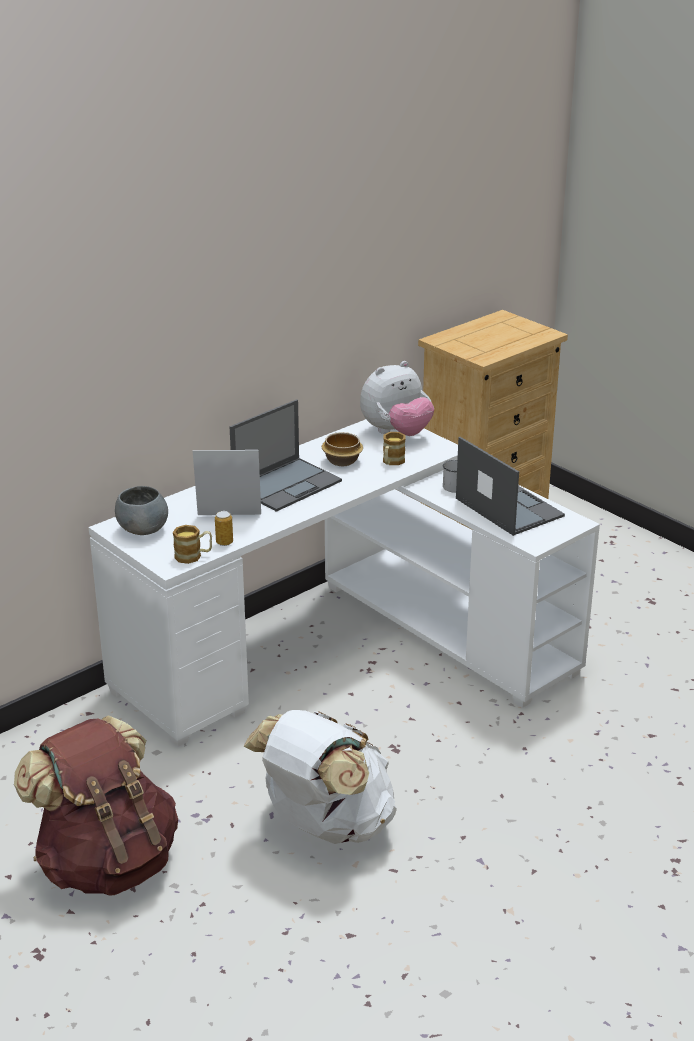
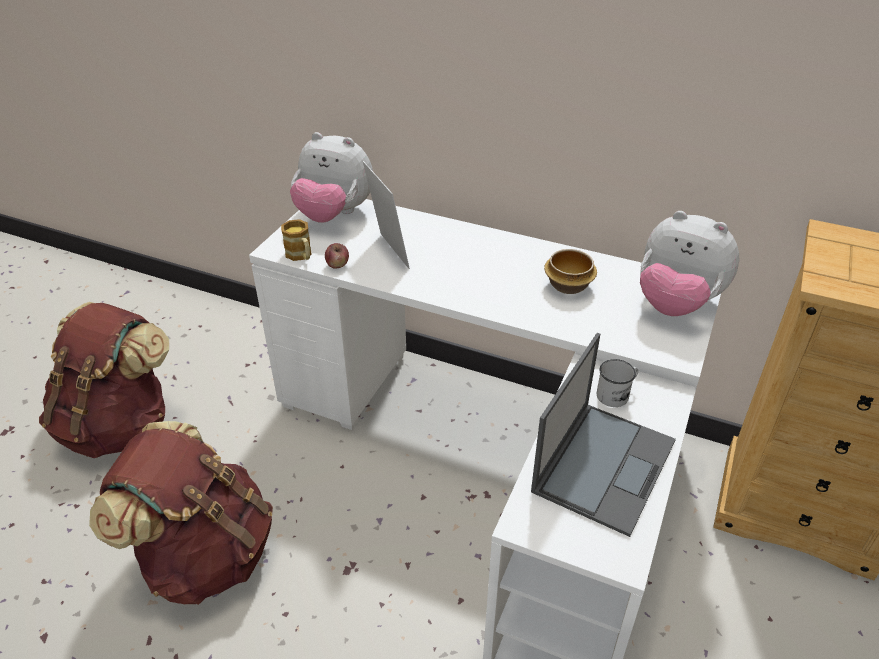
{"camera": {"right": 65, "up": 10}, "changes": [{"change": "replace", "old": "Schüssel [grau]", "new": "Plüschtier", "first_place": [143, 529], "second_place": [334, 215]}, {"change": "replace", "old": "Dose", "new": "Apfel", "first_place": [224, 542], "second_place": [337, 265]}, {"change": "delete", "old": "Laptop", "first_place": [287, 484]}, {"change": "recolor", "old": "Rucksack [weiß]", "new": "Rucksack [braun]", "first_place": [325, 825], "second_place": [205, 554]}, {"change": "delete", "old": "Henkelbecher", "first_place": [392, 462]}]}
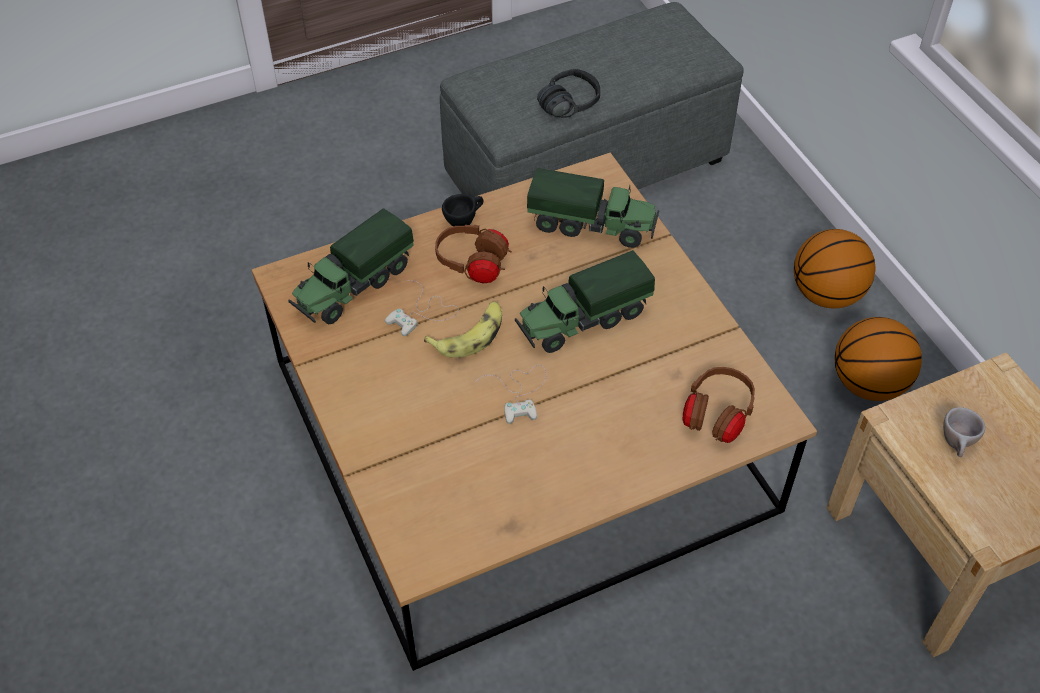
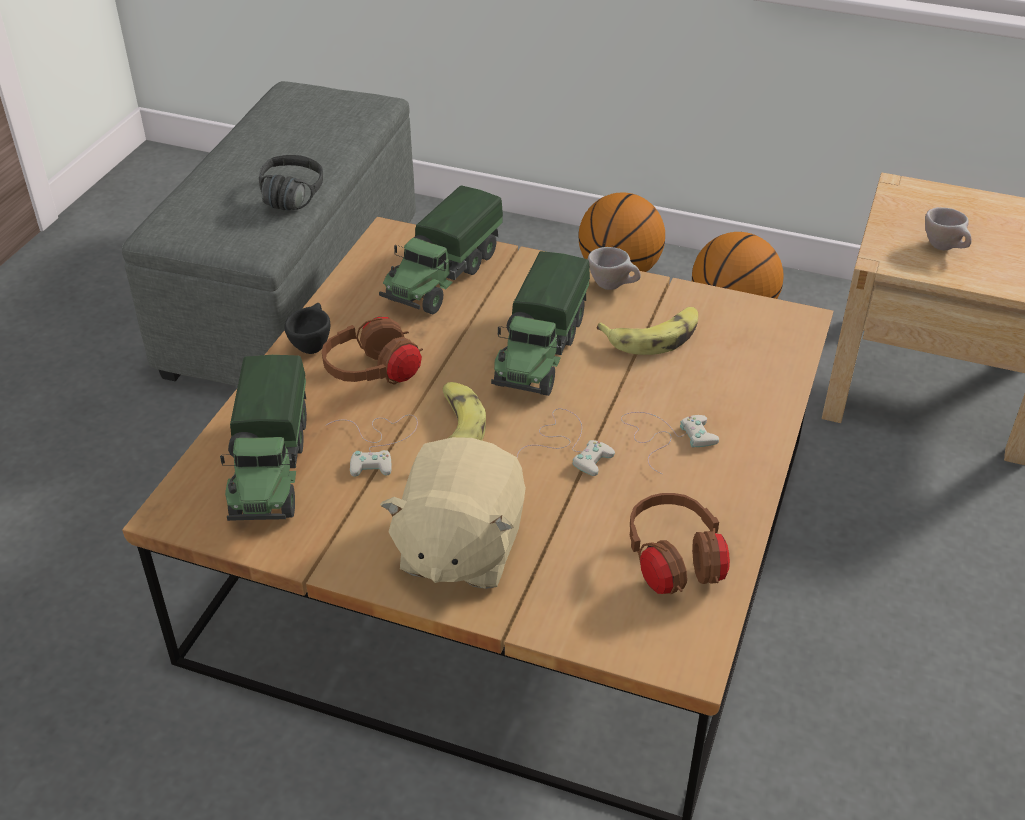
{"camera": {"right": -45, "up": -10}, "changes": [{"change": "rotate", "old": "Spielzeuglaster", "first_place": [592, 225], "second_place": [442, 278], "degrees": 150}, {"change": "move", "old": "Kopfhörer [braun]", "first_place": [717, 416], "second_place": [674, 563]}, {"change": "insert", "new": "Plüschtier [beige]", "second_place": [459, 548]}, {"change": "insert", "new": "Tasse [beige]", "second_place": [613, 286]}, {"change": "insert", "new": "Banane", "second_place": [653, 337]}, {"change": "insert", "new": "Gamepad [weiß]", "second_place": [665, 437]}]}
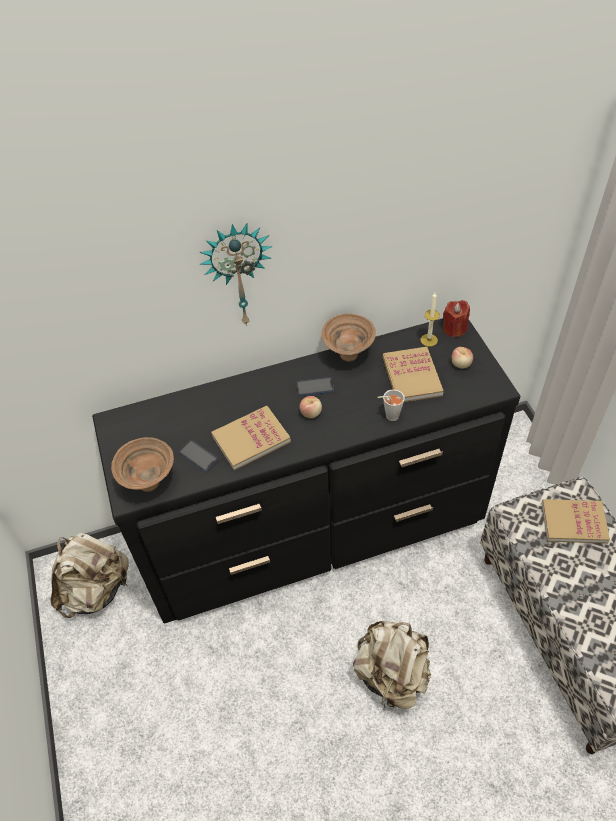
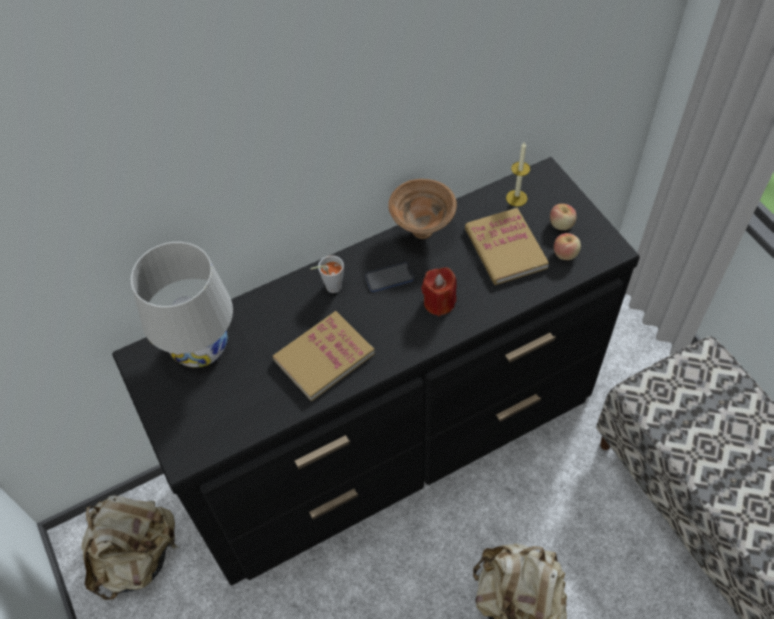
{"camera": {"right": -10, "up": 5}, "changes": [{"change": "delete", "old": "Schüssel [braun]", "first_place": [150, 482]}, {"change": "delete", "old": "Handy", "first_place": [198, 456]}, {"change": "delete", "old": "Wanduhr", "first_place": [238, 274]}, {"change": "move", "old": "Apfel", "first_place": [311, 413], "second_place": [565, 254]}, {"change": "move", "old": "Tasse [grau]", "first_place": [389, 416], "second_place": [330, 287]}, {"change": "move", "old": "Kerze [rot]", "first_place": [454, 329], "second_place": [439, 302]}, {"change": "delete", "old": "Buch", "first_place": [574, 522]}, {"change": "insert", "new": "Tischlampe [weiß]", "second_place": [200, 348]}]}
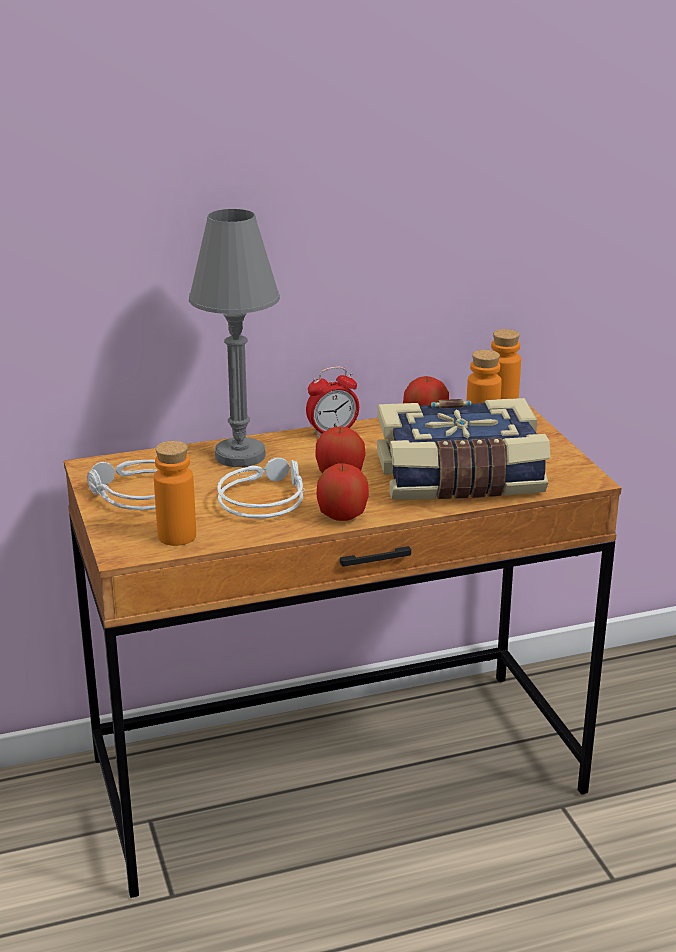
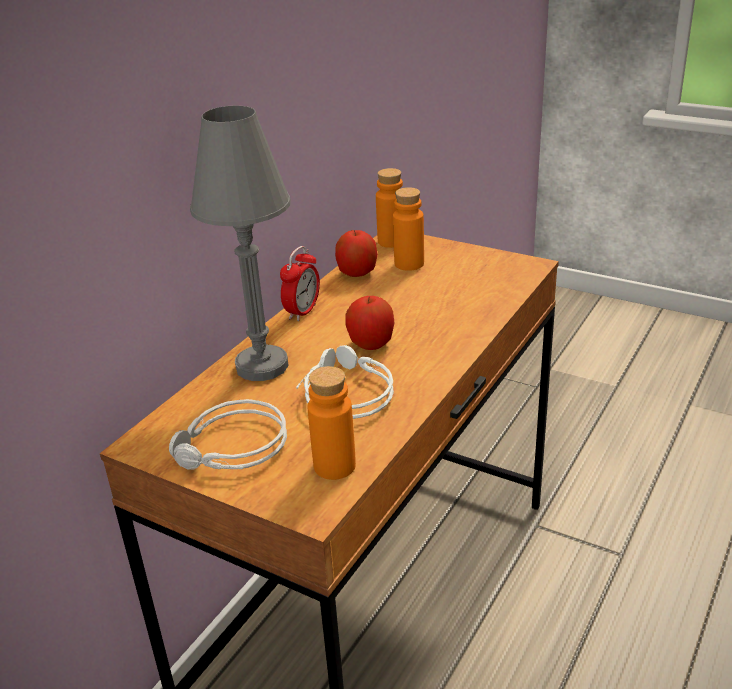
{"camera": {"right": -40, "up": 5}, "changes": [{"change": "delete", "old": "Apfel", "first_place": [342, 516]}, {"change": "delete", "old": "Buch", "first_place": [460, 478]}]}
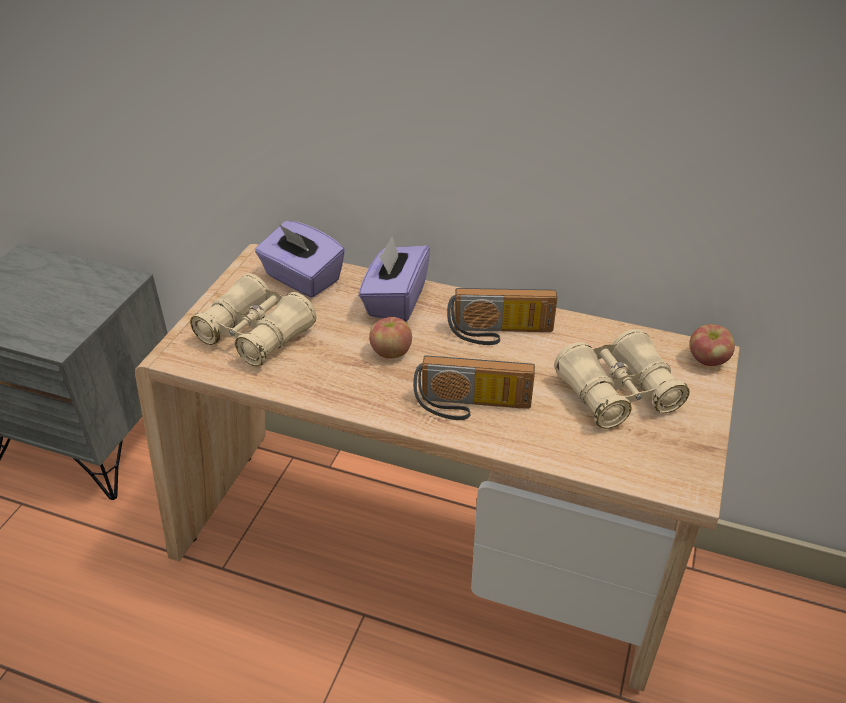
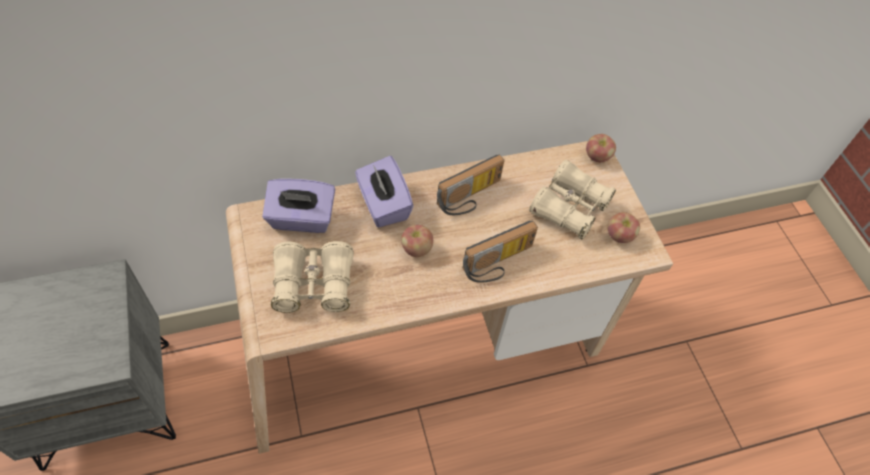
{"camera": {"right": -40, "up": 15}, "changes": [{"change": "insert", "new": "Apfel", "second_place": [619, 236]}]}
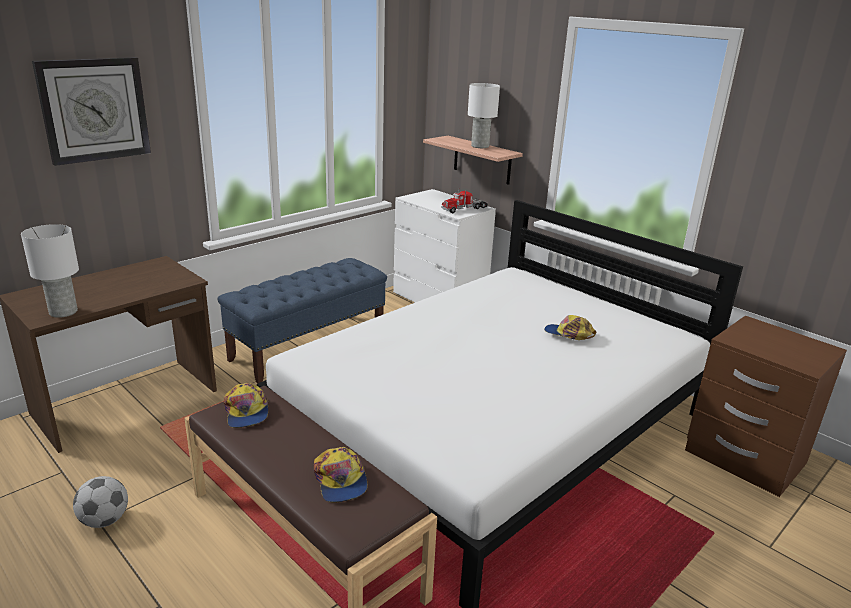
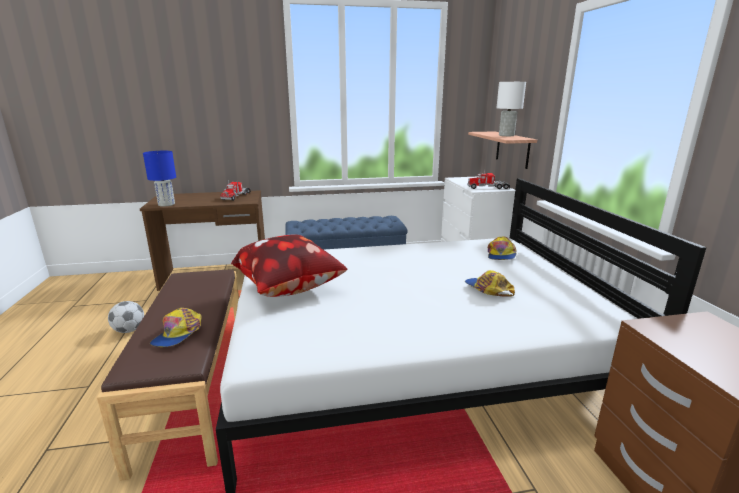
{"camera": {"right": 35, "up": -5}, "changes": [{"change": "recolor", "old": "Tischlampe [weiß]", "new": "Tischlampe [blau]", "first_place": [63, 311], "second_place": [167, 204]}, {"change": "delete", "old": "Wanduhr", "first_place": [94, 110]}, {"change": "move", "old": "Kappe", "first_place": [246, 412], "second_place": [501, 255]}, {"change": "insert", "new": "Spielzeuglaster", "second_place": [236, 196]}, {"change": "insert", "new": "Kissen", "second_place": [290, 290]}]}
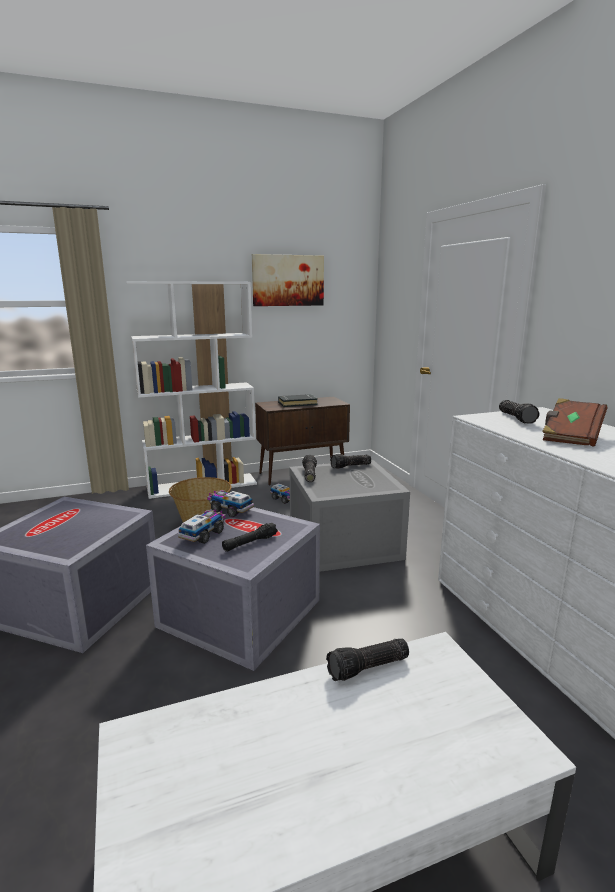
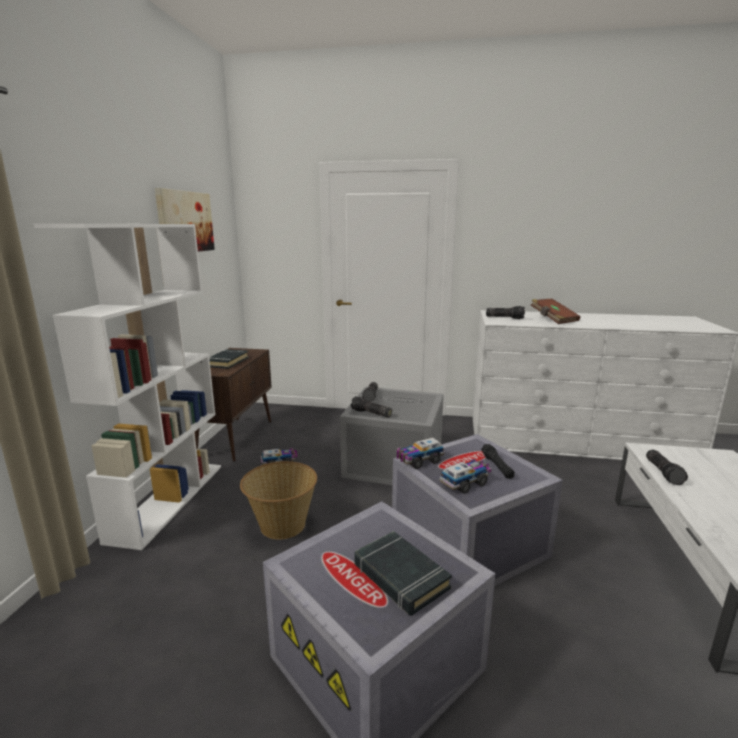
{"camera": {"right": -60, "up": 0}, "changes": [{"change": "rotate", "old": "Spielzeuglaster", "first_place": [203, 534], "second_place": [465, 483], "degrees": 90}, {"change": "insert", "new": "Buch [schwarz]", "second_place": [400, 576]}]}
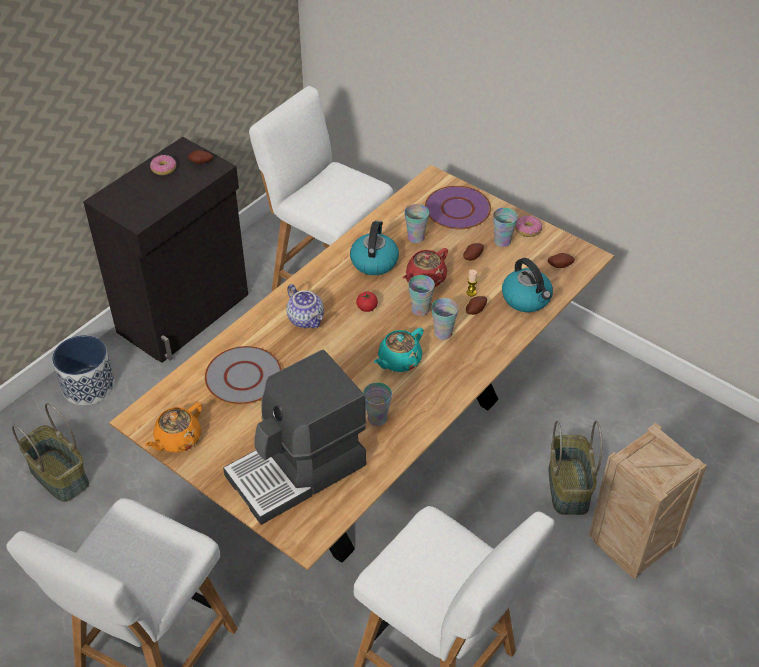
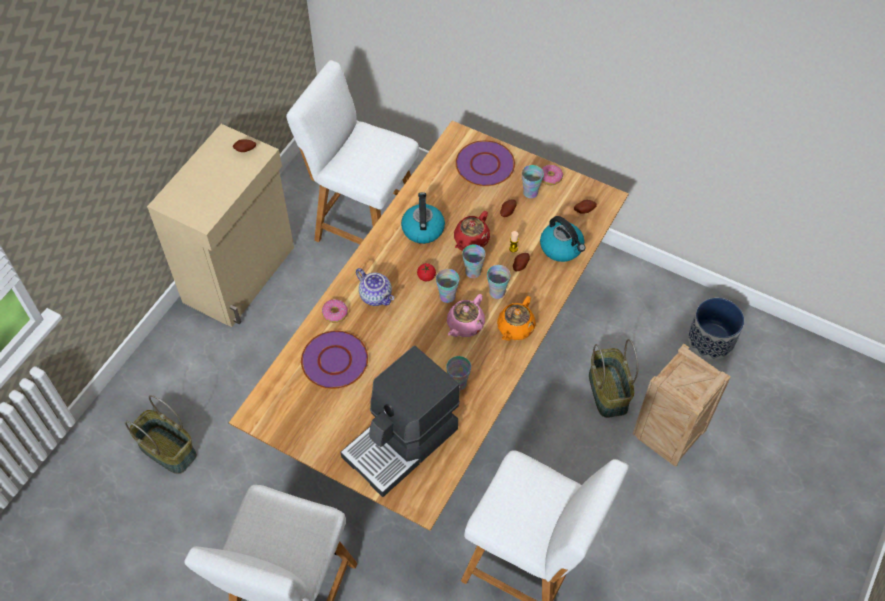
{"camera": {"right": -10, "up": 10}, "changes": [{"change": "move", "old": "Pflanzkübel", "first_place": [88, 386], "second_place": [710, 340]}, {"change": "recolor", "old": "Schrank [schwarz]", "new": "Schrank [beige]", "first_place": [185, 313], "second_place": [241, 274]}, {"change": "move", "old": "Teekanne [orange]", "first_place": [177, 439], "second_place": [515, 328]}, {"change": "move", "old": "Donut", "first_place": [164, 169], "second_place": [335, 313]}, {"change": "recolor", "old": "Teller [grau]", "new": "Teller [lila]", "first_place": [243, 376], "second_place": [334, 360]}, {"change": "recolor", "old": "Teekanne [türkis]", "new": "Teekanne [rosa]", "first_place": [399, 361], "second_place": [464, 325]}, {"change": "move", "old": "Tasse", "first_place": [416, 237], "second_place": [447, 296]}]}
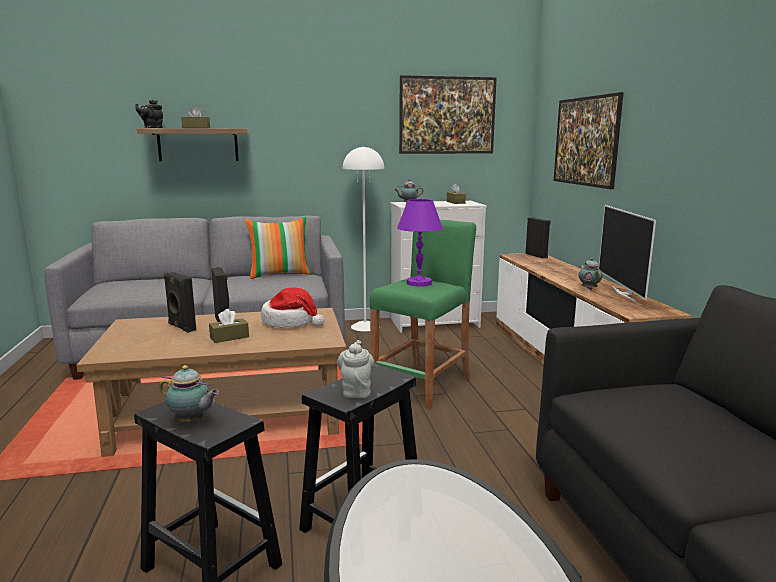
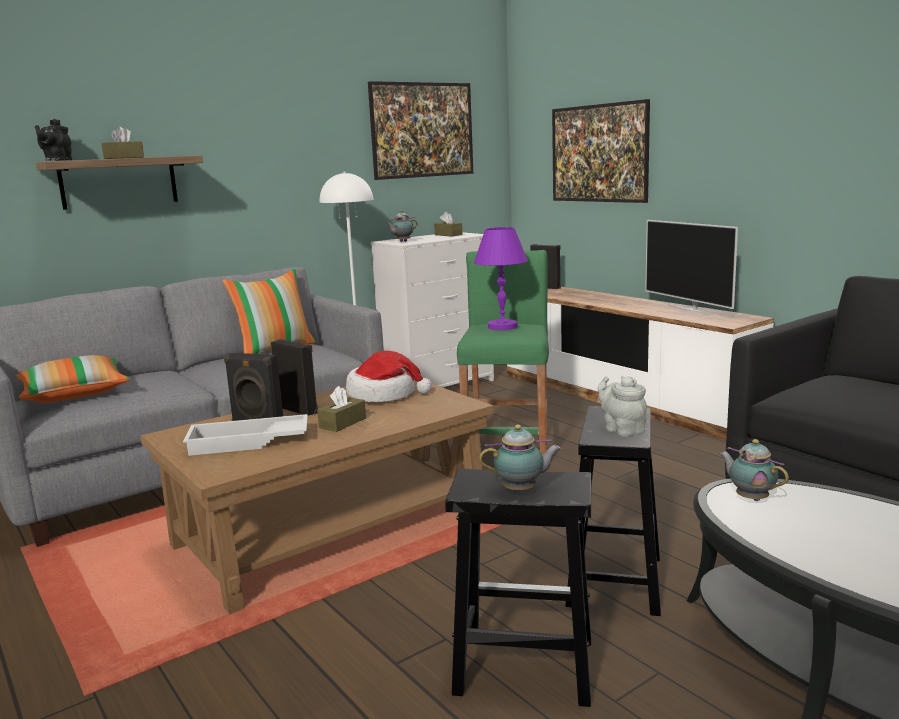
{"camera": {"right": -25, "up": 0}, "changes": [{"change": "move", "old": "Teekanne", "first_place": [588, 288], "second_place": [750, 498]}, {"change": "insert", "new": "Kissen", "second_place": [75, 394]}, {"change": "insert", "new": "Tablett [weiß]", "second_place": [248, 443]}]}
